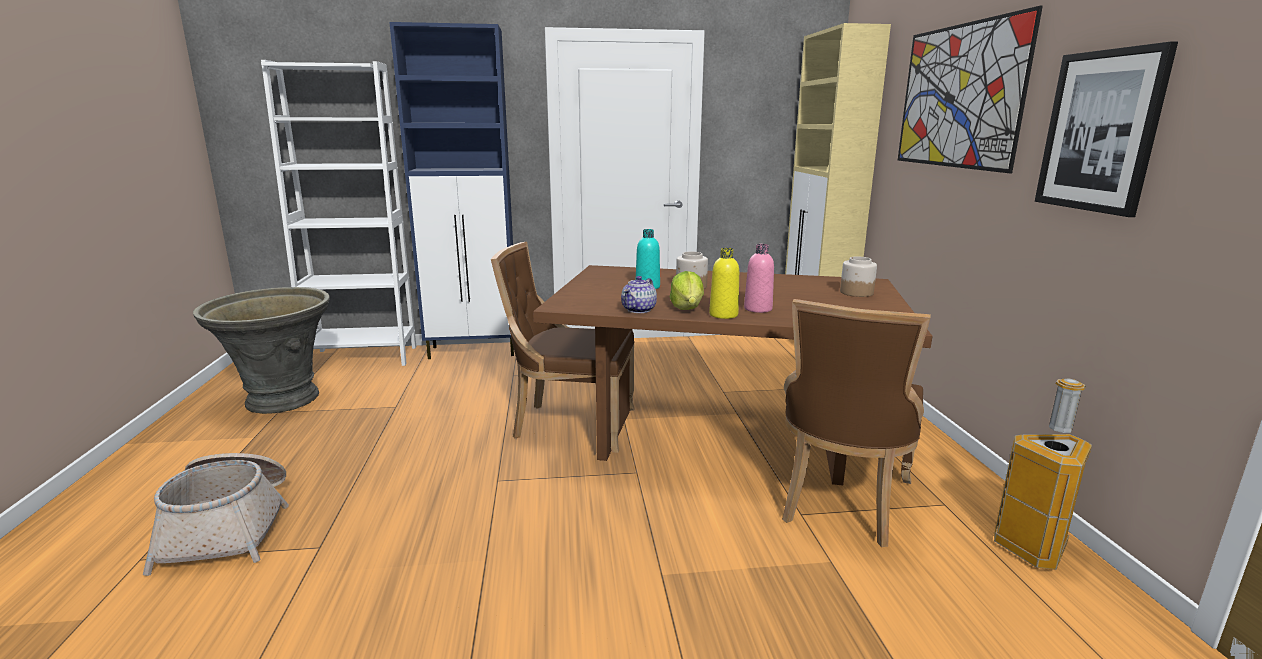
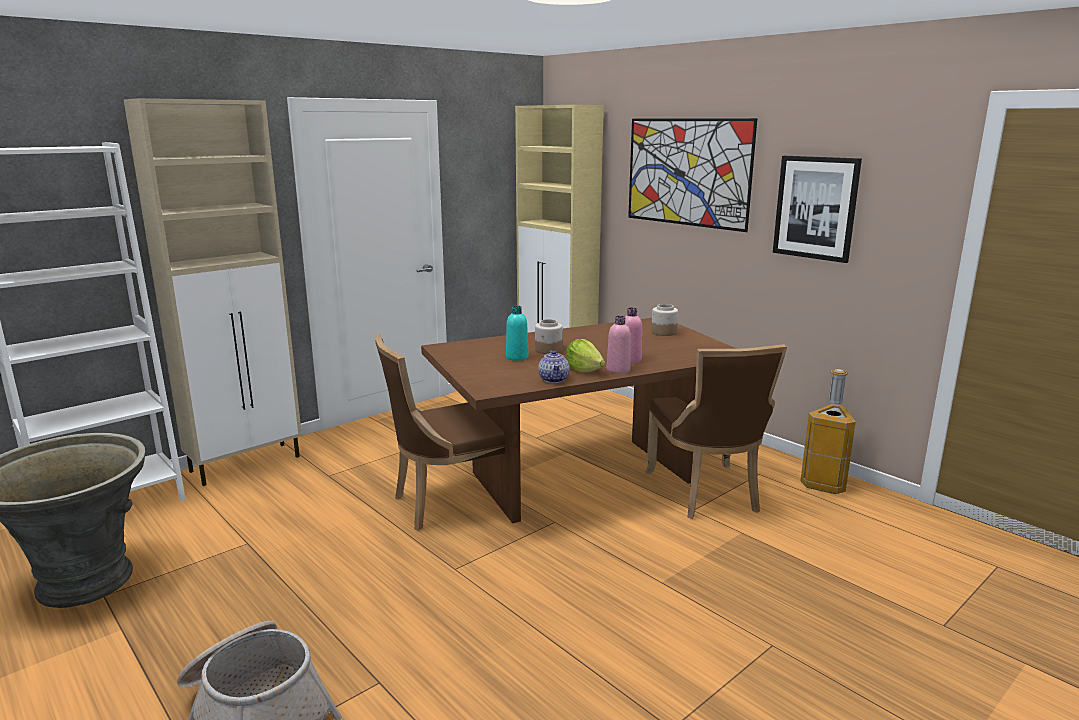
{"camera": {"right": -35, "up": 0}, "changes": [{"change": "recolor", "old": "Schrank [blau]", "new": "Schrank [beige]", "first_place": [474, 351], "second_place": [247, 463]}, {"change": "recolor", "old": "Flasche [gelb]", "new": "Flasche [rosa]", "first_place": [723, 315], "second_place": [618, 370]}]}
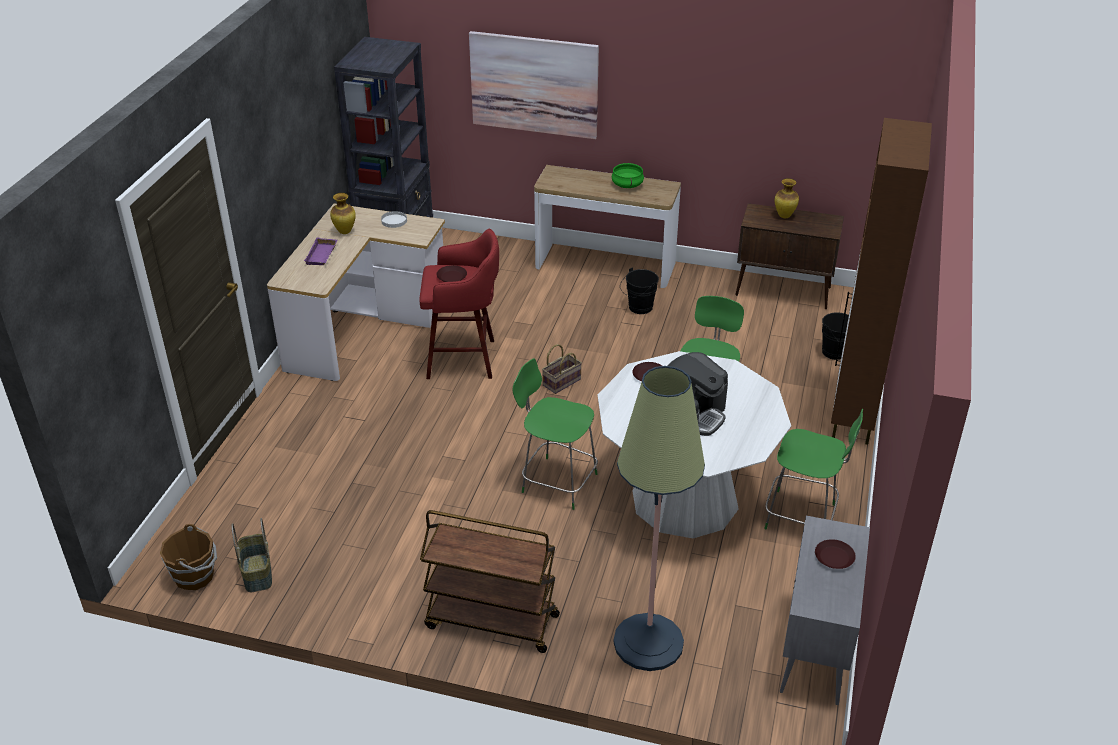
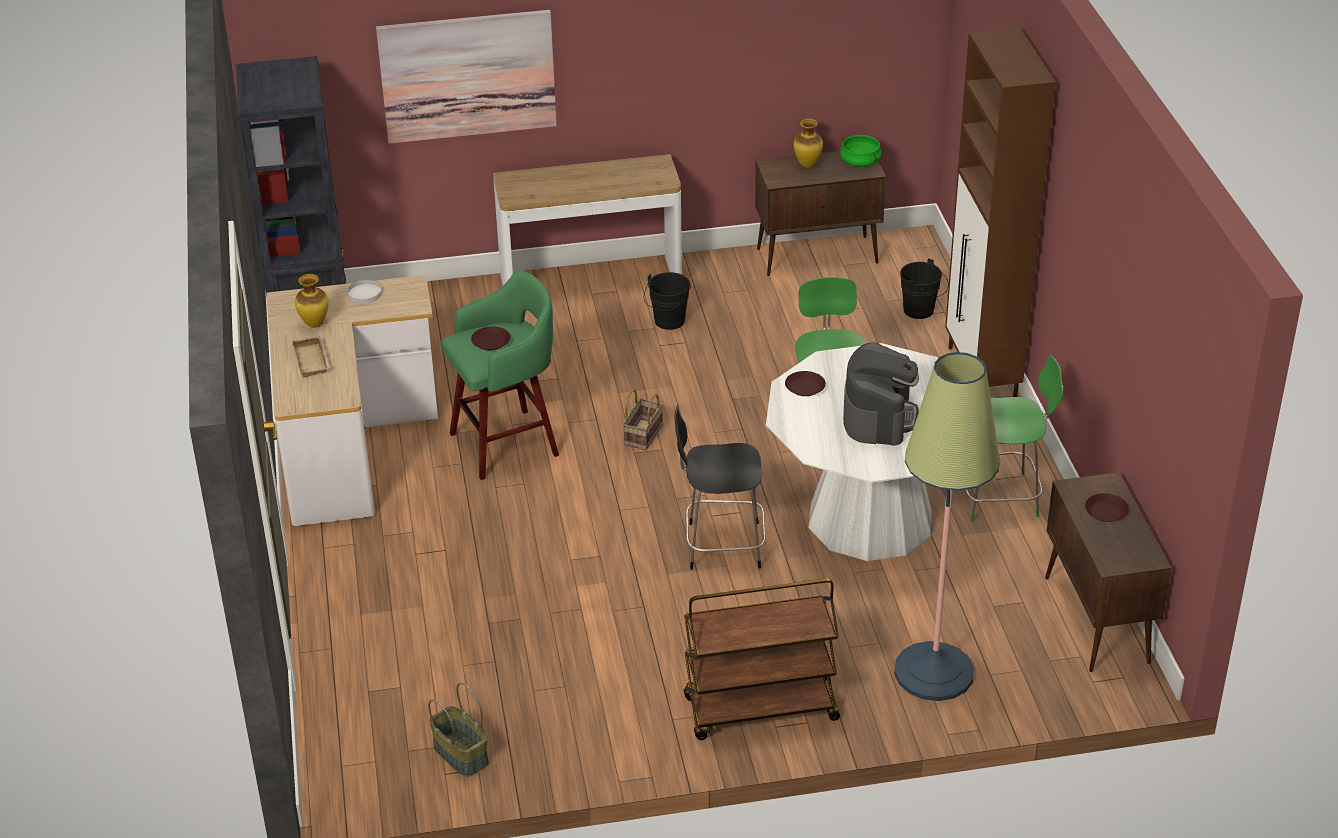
{"camera": {"right": -25, "up": 0}, "changes": [{"change": "delete", "old": "Eimer [braun]", "first_place": [195, 576]}, {"change": "recolor", "old": "Tablett [lila]", "new": "Tablett [beige]", "first_place": [322, 255], "second_place": [313, 360]}, {"change": "recolor", "old": "Hocker [rot]", "new": "Hocker [grün]", "first_place": [464, 359], "second_place": [508, 443]}, {"change": "recolor", "old": "Stuhl [grün]", "new": "Stuhl [schwarz]", "first_place": [557, 482], "second_place": [720, 545]}, {"change": "move", "old": "Kochtopf [grün]", "first_place": [627, 184], "second_place": [859, 162]}, {"change": "recolor", "old": "Schrank [grau]", "new": "Schrank [braun]", "first_place": [815, 650], "second_place": [1097, 621]}]}
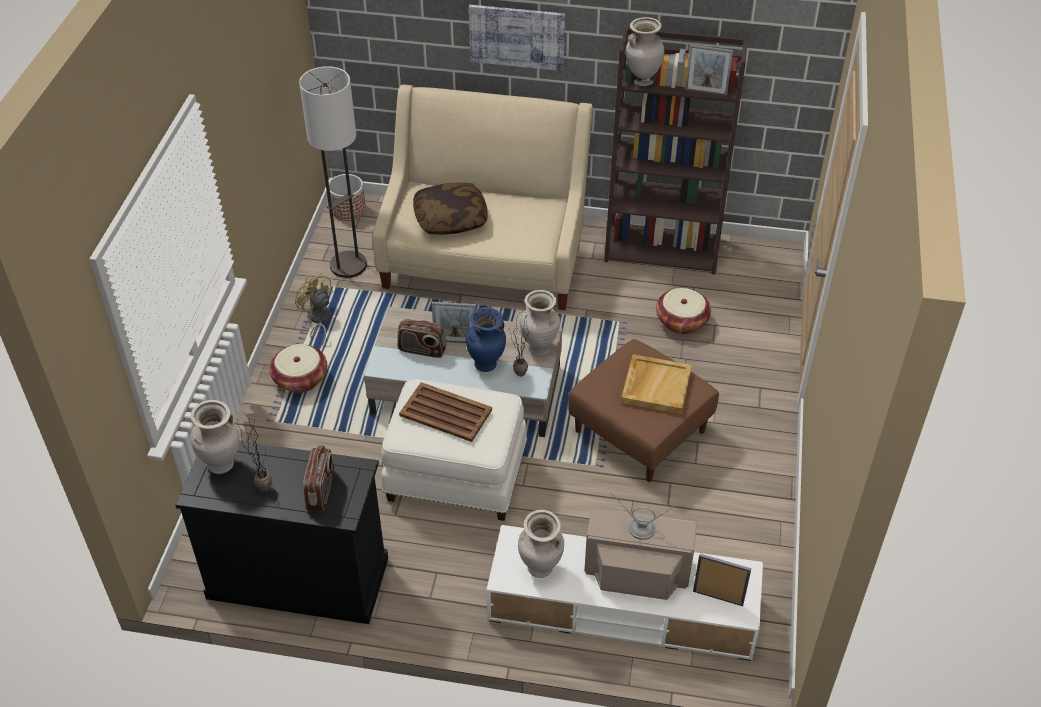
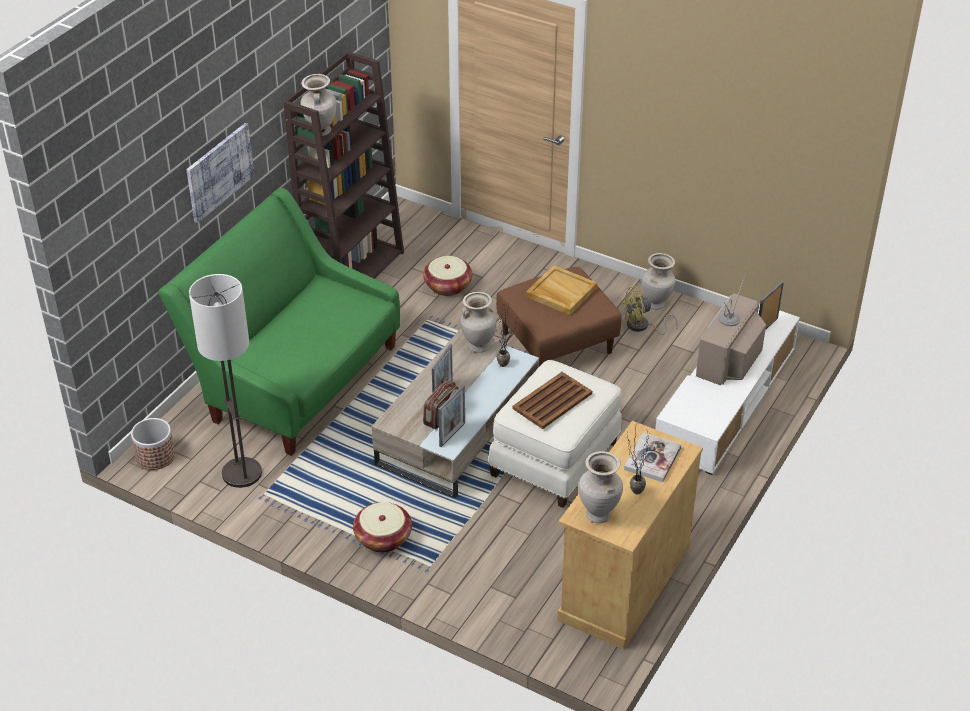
{"camera": {"right": -70, "up": -5}, "changes": [{"change": "recolor", "old": "Schrank [schwarz]", "new": "Schrank [beige]", "first_place": [298, 577], "second_place": [624, 582]}, {"change": "move", "old": "Ventilator [gelb]", "first_place": [318, 320], "second_place": [642, 327]}, {"change": "replace", "old": "Radio", "new": "Buch", "first_place": [321, 490], "second_place": [652, 458]}, {"change": "recolor", "old": "Sofa [beige]", "new": "Sofa [grün]", "first_place": [484, 258], "second_place": [294, 379]}, {"change": "delete", "old": "Kissen", "first_place": [450, 219]}, {"change": "delete", "old": "Vase [blau]", "first_place": [486, 365]}, {"change": "move", "old": "Vase [beige]", "first_place": [540, 569], "second_place": [656, 304]}, {"change": "move", "old": "Bilderrahmen", "first_place": [705, 92], "second_place": [452, 434]}]}
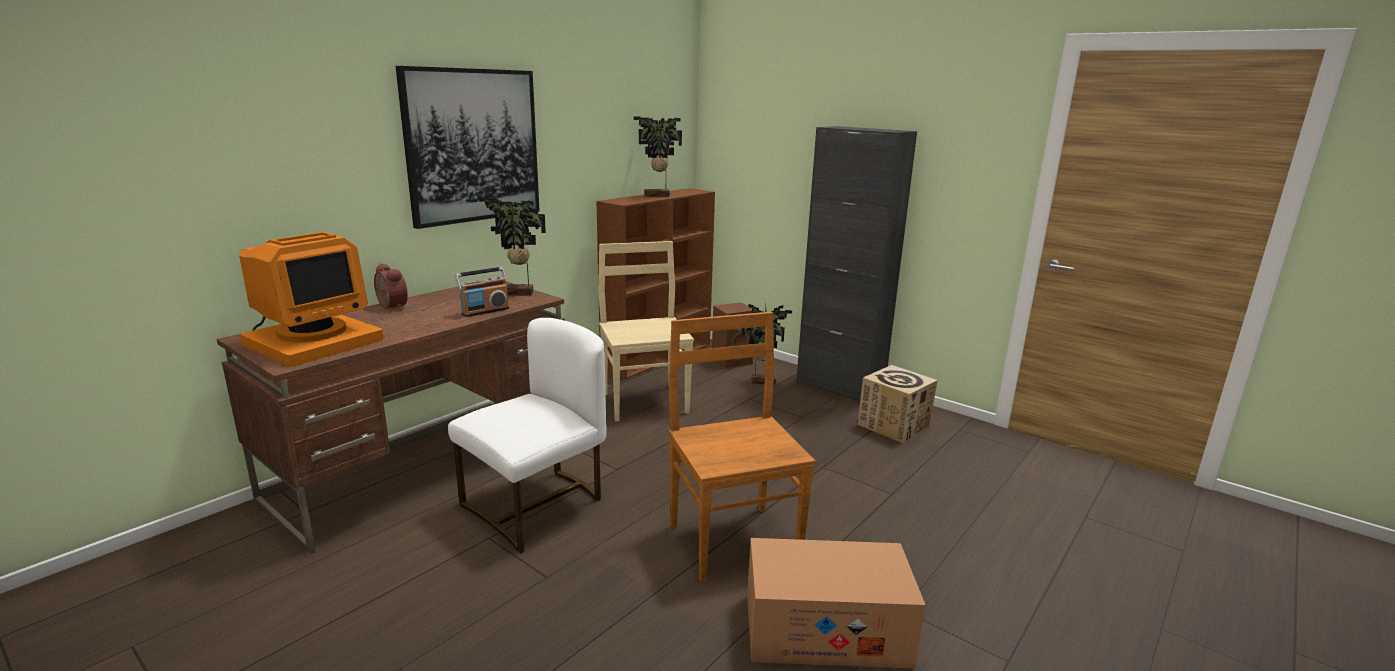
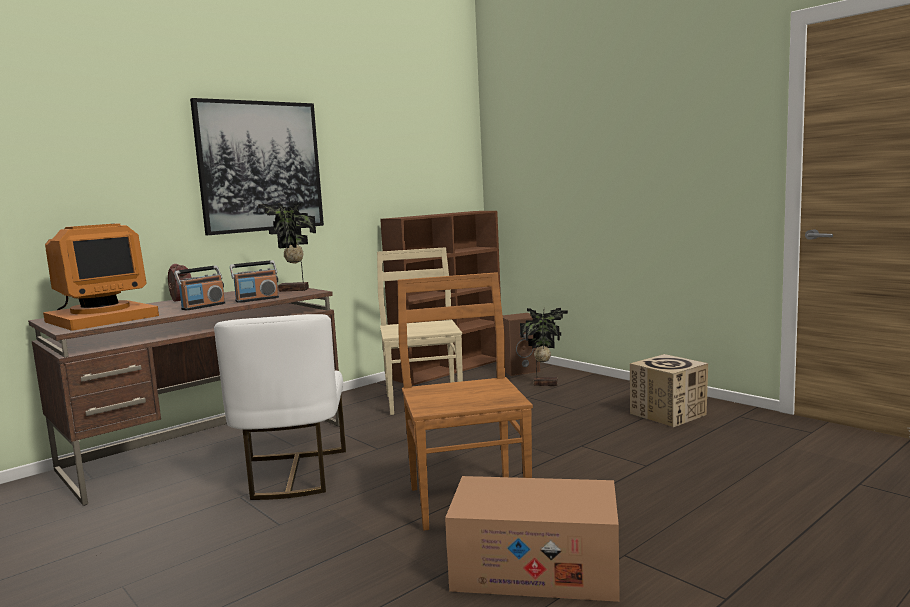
{"camera": {"right": 10, "up": -10}, "changes": [{"change": "rotate", "old": "Stuhl [weiß]", "first_place": [537, 506], "second_place": [292, 474], "degrees": 120}, {"change": "delete", "old": "Topfpflanze", "first_place": [657, 196]}, {"change": "delete", "old": "Schrank [schwarz]", "first_place": [839, 388]}, {"change": "insert", "new": "Radio", "second_place": [203, 306]}]}
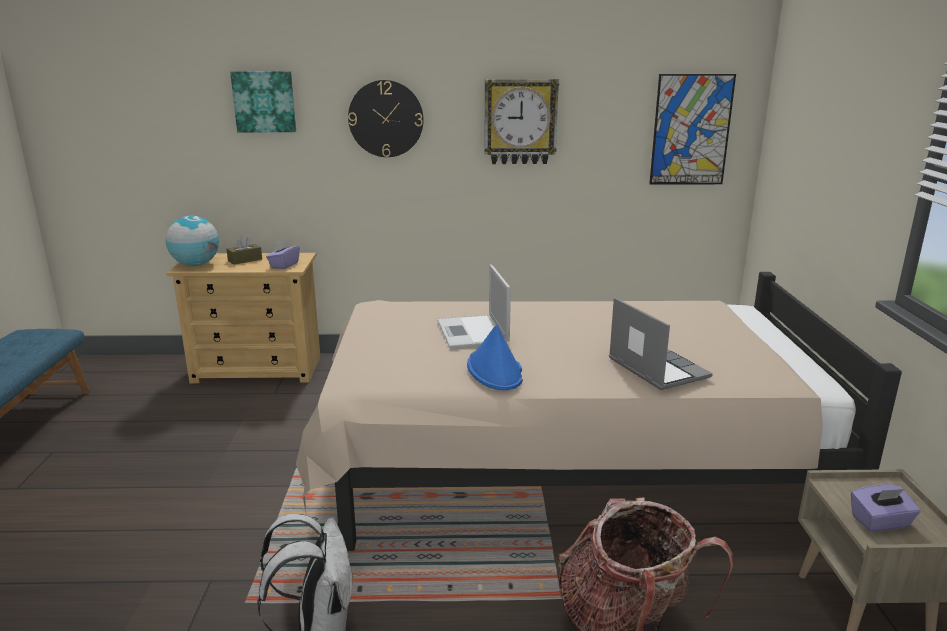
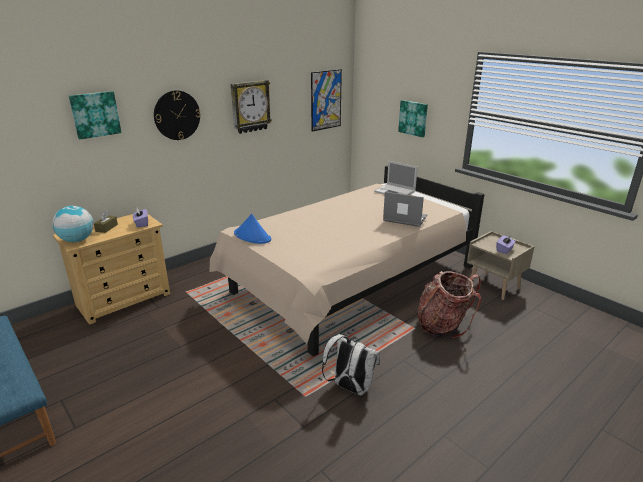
{"camera": {"right": -40, "up": 5}, "changes": [{"change": "move", "old": "Laptop", "first_place": [473, 333], "second_place": [395, 191]}, {"change": "move", "old": "Hut [blau]", "first_place": [495, 371], "second_place": [252, 236]}, {"change": "insert", "new": "Bild", "second_place": [413, 118]}]}
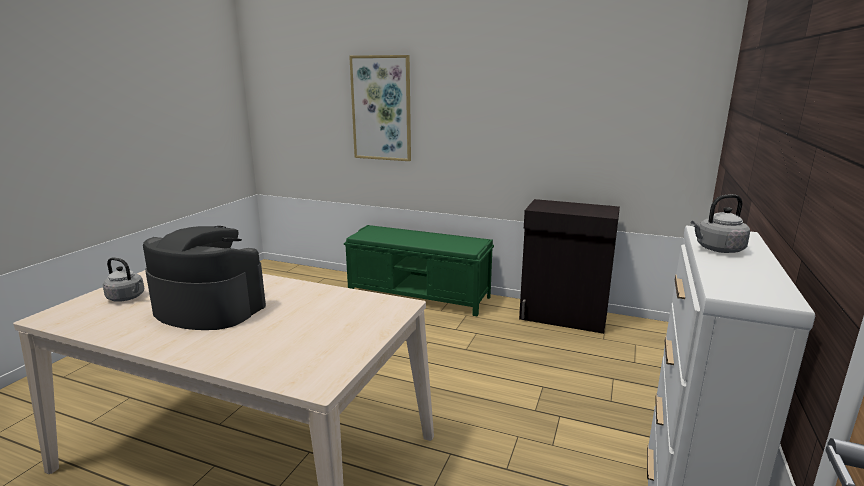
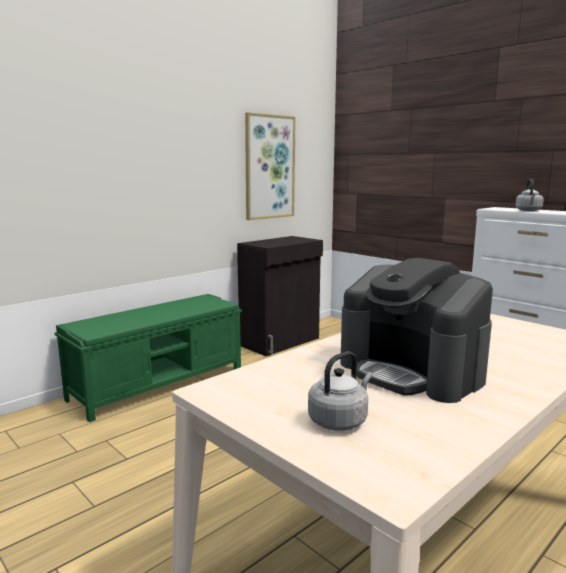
{"camera": {"right": -65, "up": -5}, "changes": [{"change": "rotate", "old": "Kaffeemaschine", "first_place": [208, 308], "second_place": [411, 371], "degrees": -90}, {"change": "move", "old": "Bild", "first_place": [381, 108], "second_place": [269, 167]}]}
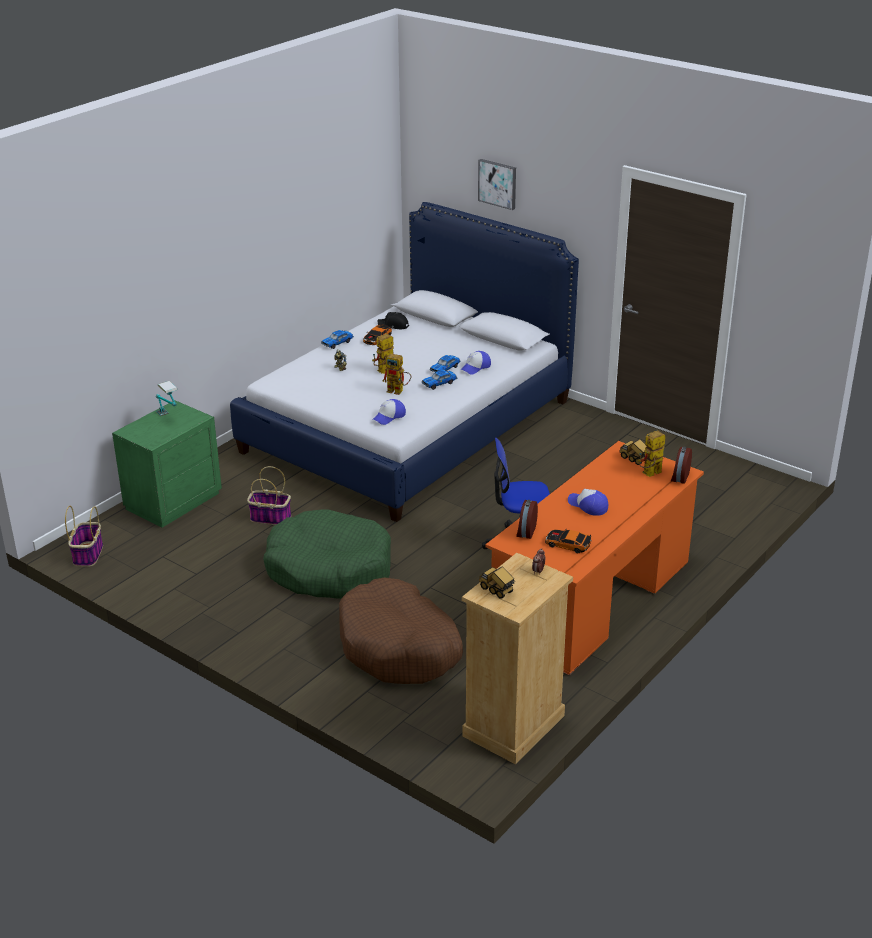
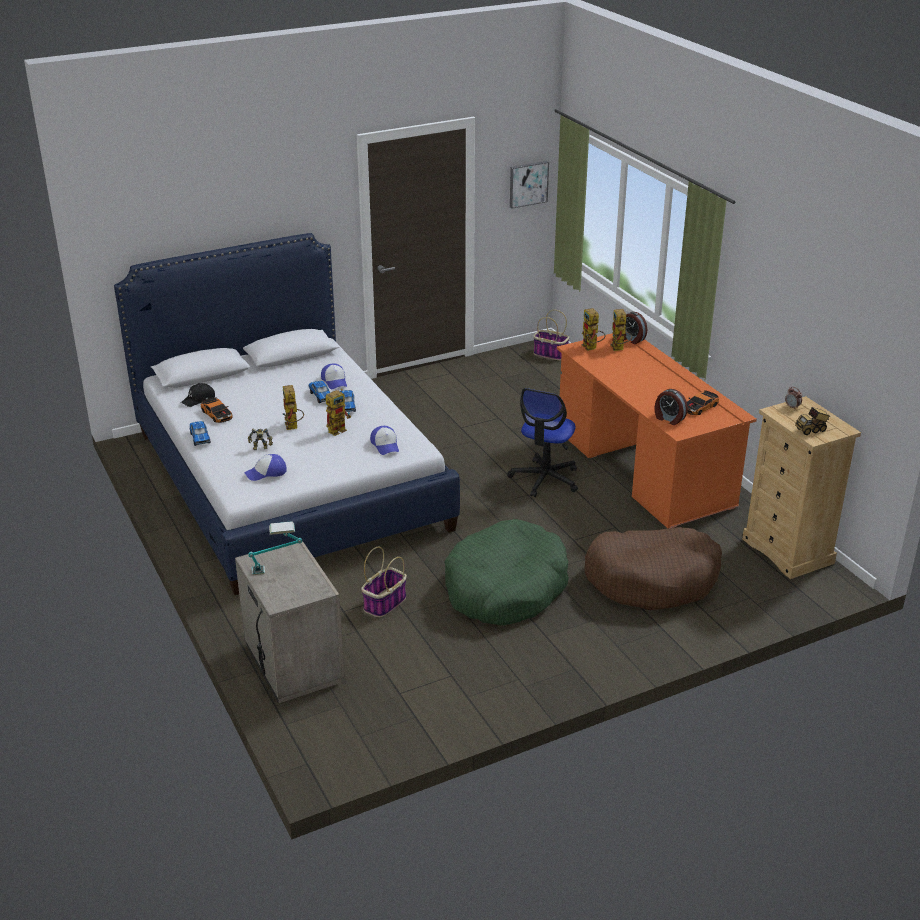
{"camera": {"right": -65, "up": 0}, "changes": [{"change": "move", "old": "Korb", "first_place": [88, 554], "second_place": [549, 354]}, {"change": "recolor", "old": "Nachttisch [grün]", "new": "Nachttisch [beige]", "first_place": [172, 501], "second_place": [292, 664]}, {"change": "move", "old": "Bild", "first_place": [498, 183], "second_place": [528, 184]}, {"change": "move", "old": "Kappe", "first_place": [588, 506], "second_place": [266, 473]}, {"change": "replace", "old": "Spielzeuglaster", "new": "Spielzeugroboter", "first_place": [634, 459], "second_place": [592, 348]}]}
